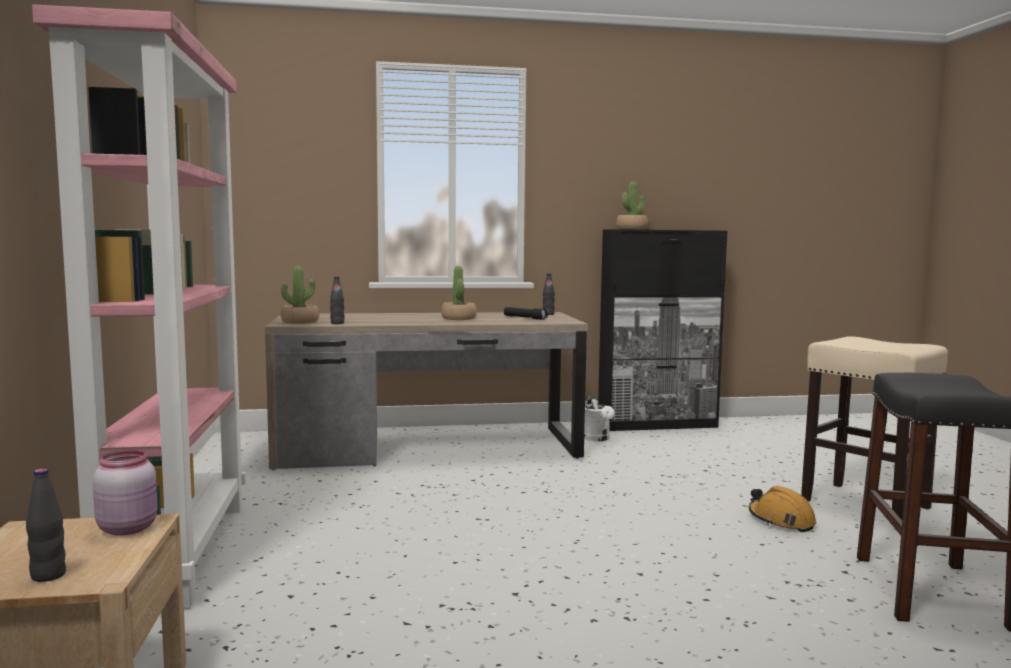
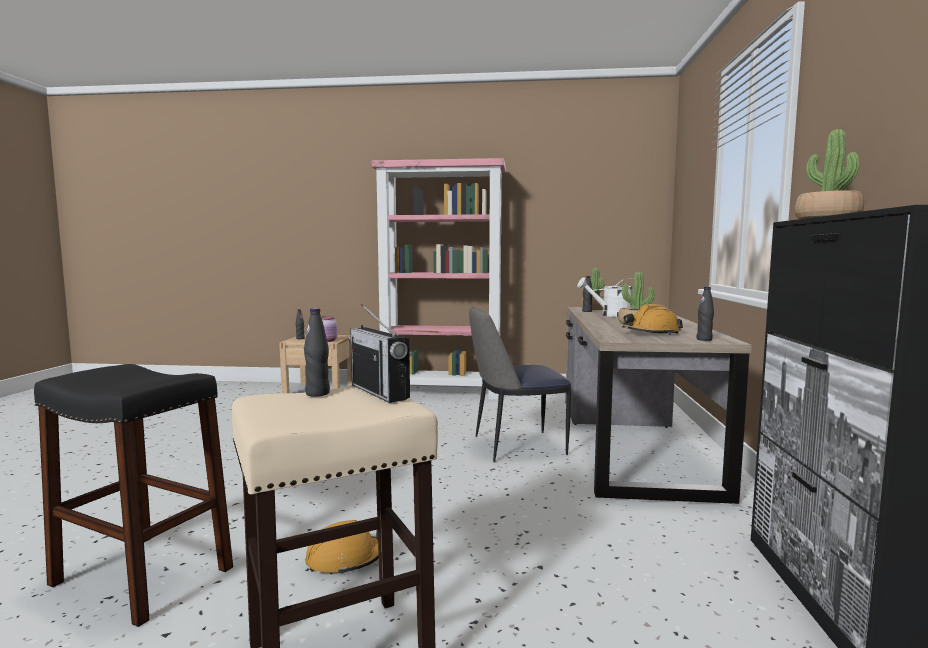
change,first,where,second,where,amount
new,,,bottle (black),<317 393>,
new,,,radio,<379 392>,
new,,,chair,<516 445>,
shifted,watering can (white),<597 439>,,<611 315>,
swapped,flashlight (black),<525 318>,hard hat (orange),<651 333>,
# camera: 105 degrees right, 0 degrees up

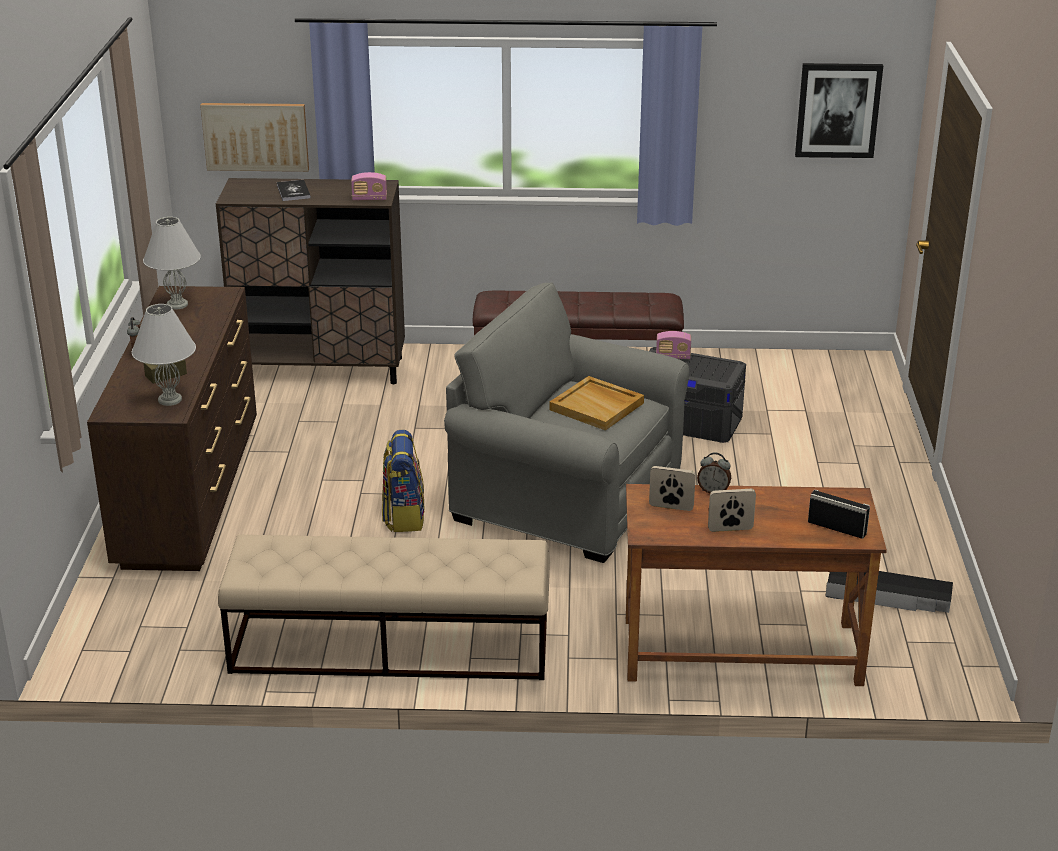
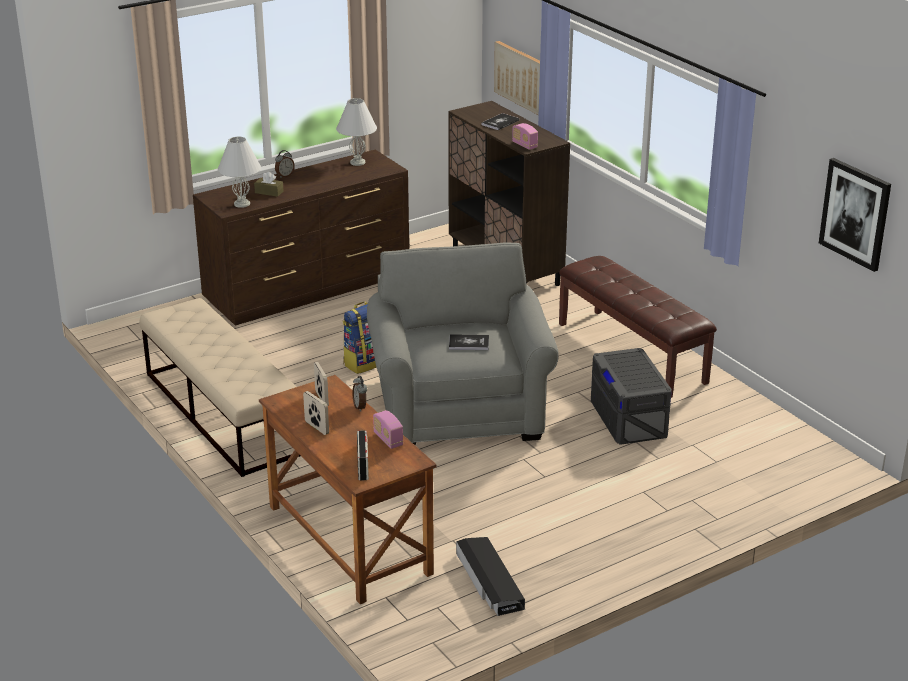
change,first,where,second,where,amount
shifted,radio,<673 357>,,<388 439>,
swapped,tray (beige),<597 406>,book,<469 343>,
# camera: 55 degrees right, 0 degrees up

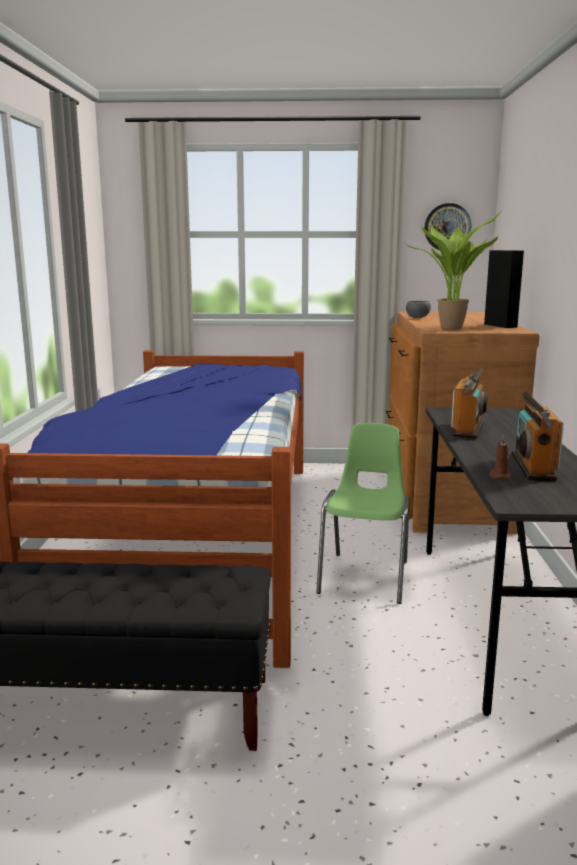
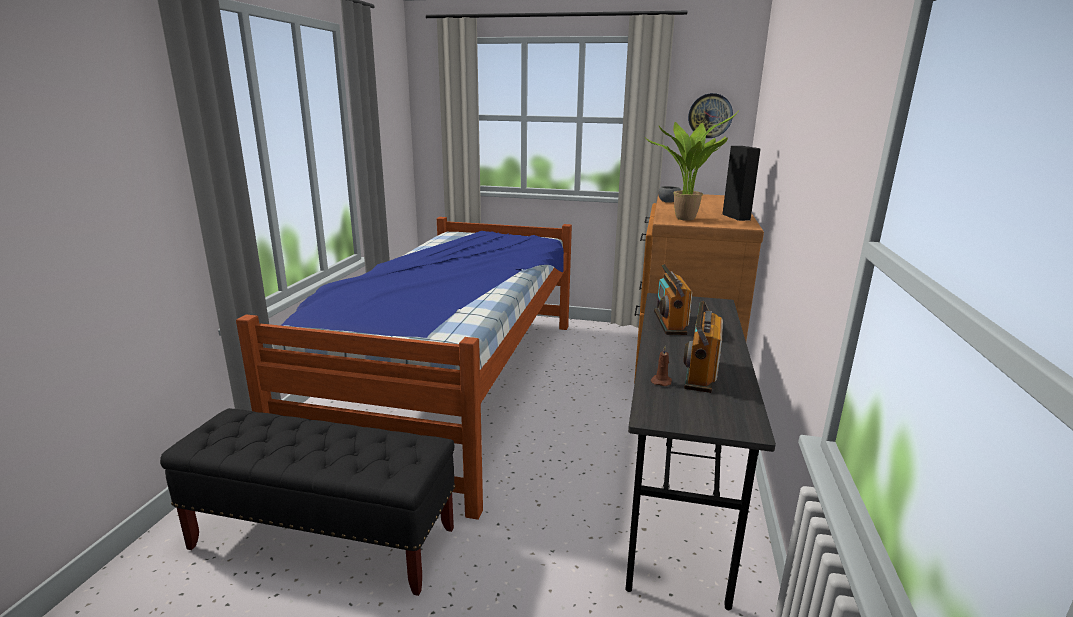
change,first,where,second,where,amount
gone,chair (green),<365 577>,,,
rotated,radio,<468 429>,,<669 322>,150 degrees clockwise
# camera: 10 degrees right, 5 degrees up

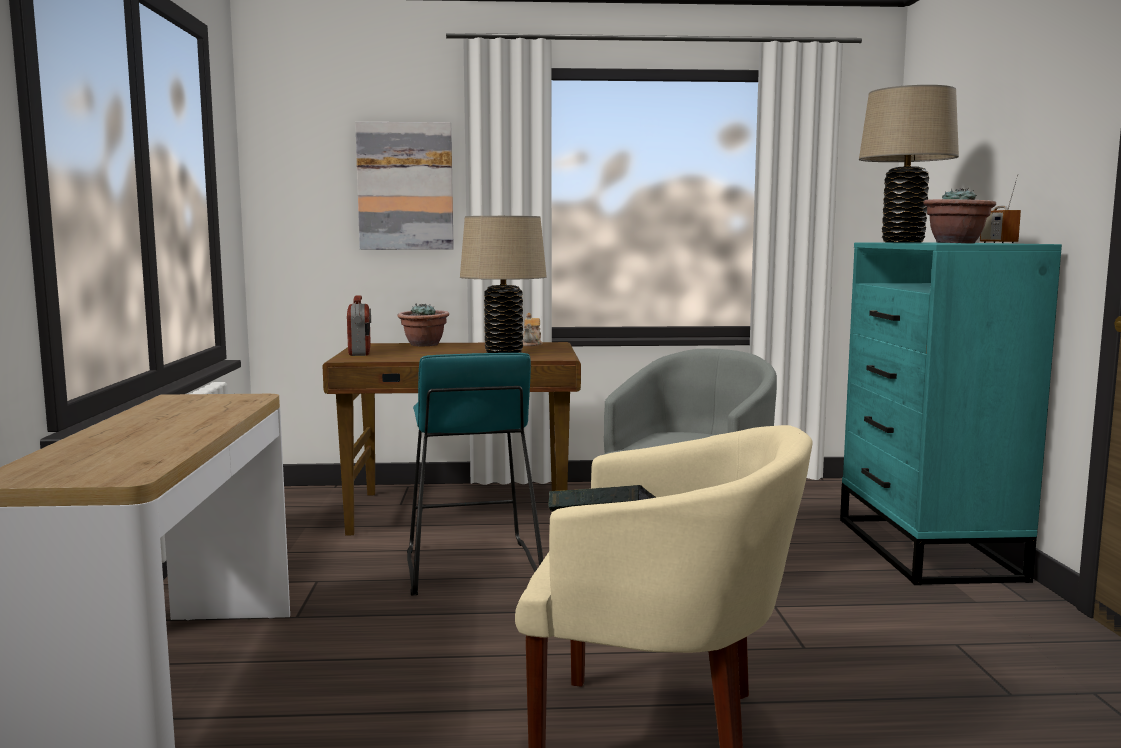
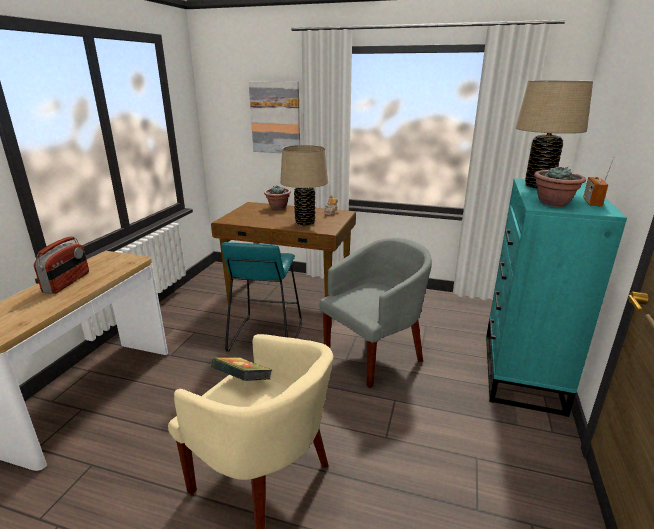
change,first,where,second,where,amount
shifted,radio,<360 352>,,<67 282>,
# camera: 20 degrees right, 15 degrees up

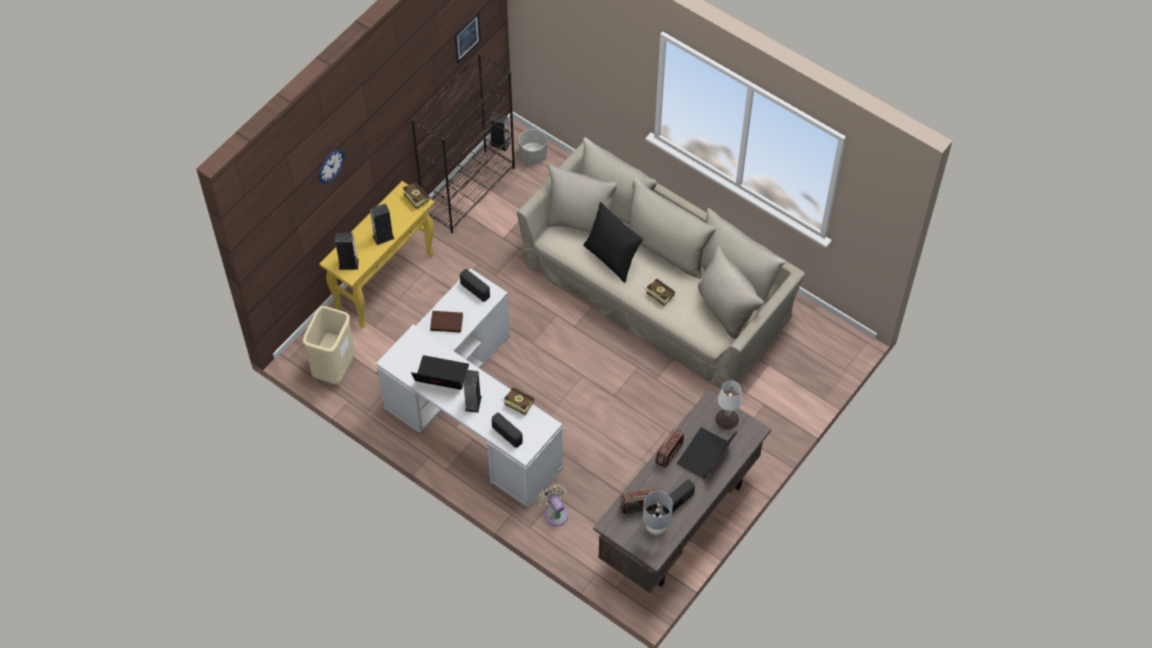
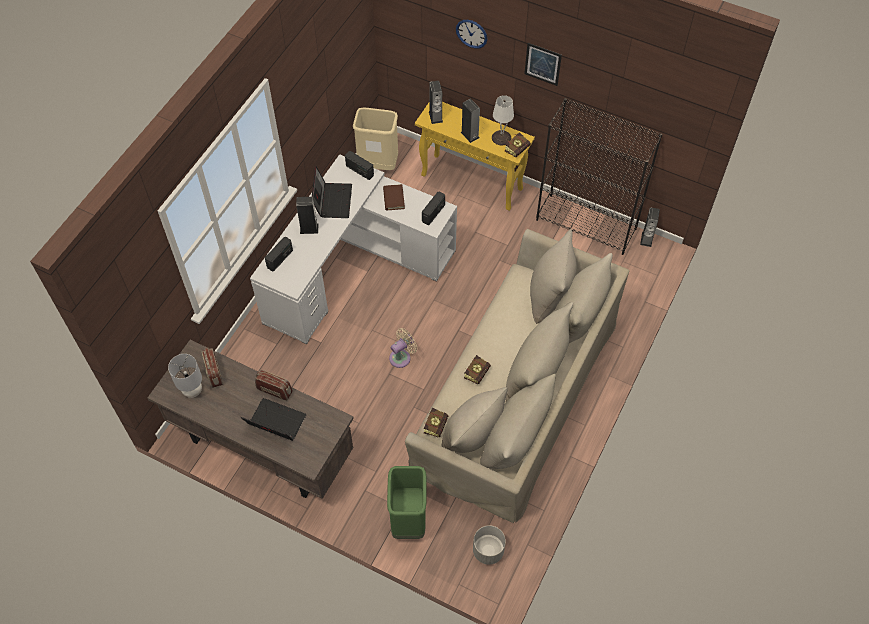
change,first,where,second,where,amount
gone,pillow (black),<612 258>,,,
new,,,trash can (green),<408 521>,
shifted,picture,<467 38>,,<542 64>,
shifted,book,<516 403>,,<436 424>,
shifted,planter (grey),<533 156>,,<488 551>,
shifted,fan (beige),<555 513>,,<402 357>,
shifted,radio,<678 501>,,<359 170>,
shifted,table lamp (white),<727 419>,,<501 138>,
# camera: 80 degrees right, 0 degrees up

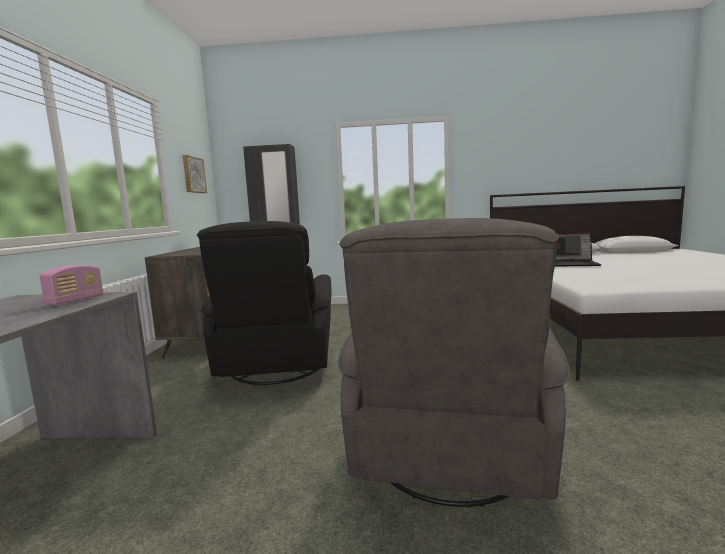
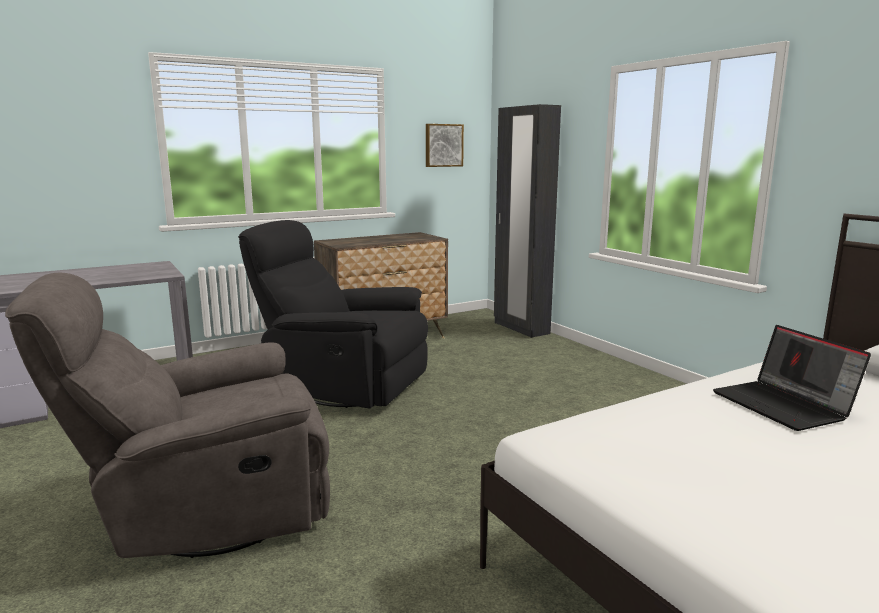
change,first,where,second,where,amount
gone,radio,<75 301>,,,
rotated,armchair (black),<276 369>,,<342 385>,60 degrees clockwise
# camera: 55 degrees right, 5 degrees up

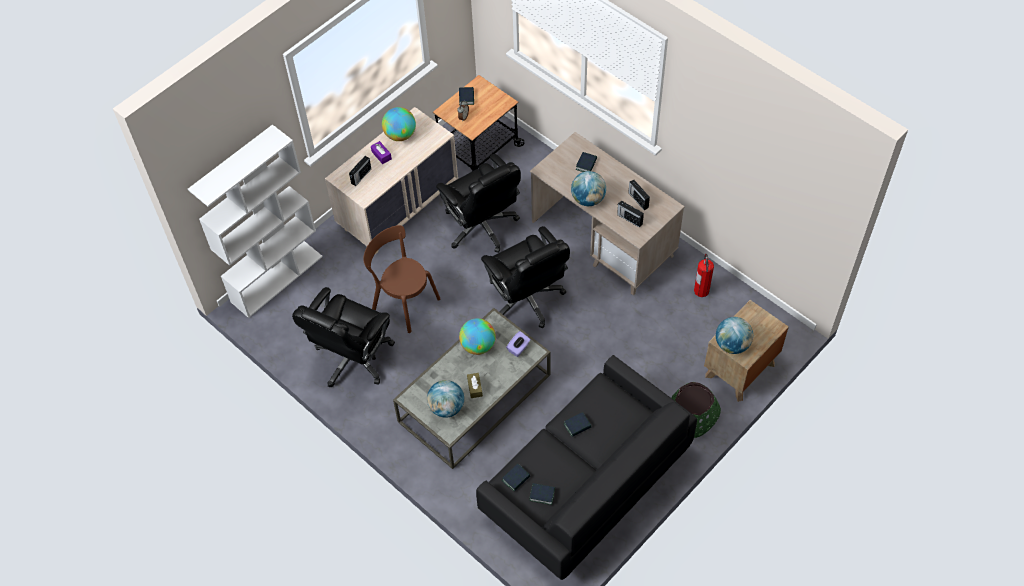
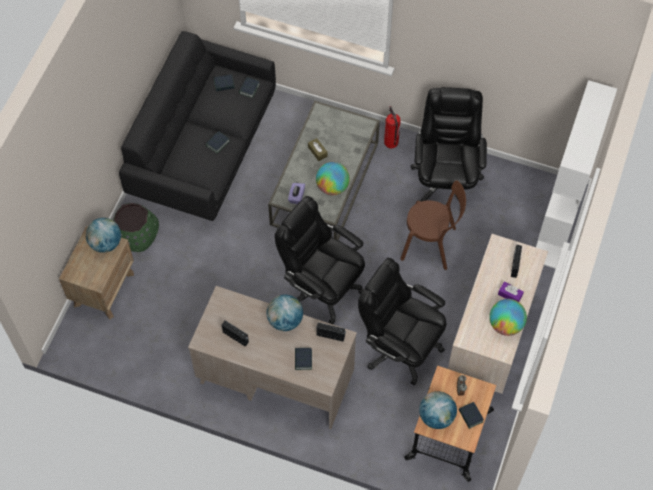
change,first,where,second,where,amount
shifted,globe,<446 407>,,<436 416>,
shifted,radio,<629 219>,,<331 336>,
shifted,fire extinguisher,<701 290>,,<391 142>,
# camera: 155 degrees right, 5 degrees up

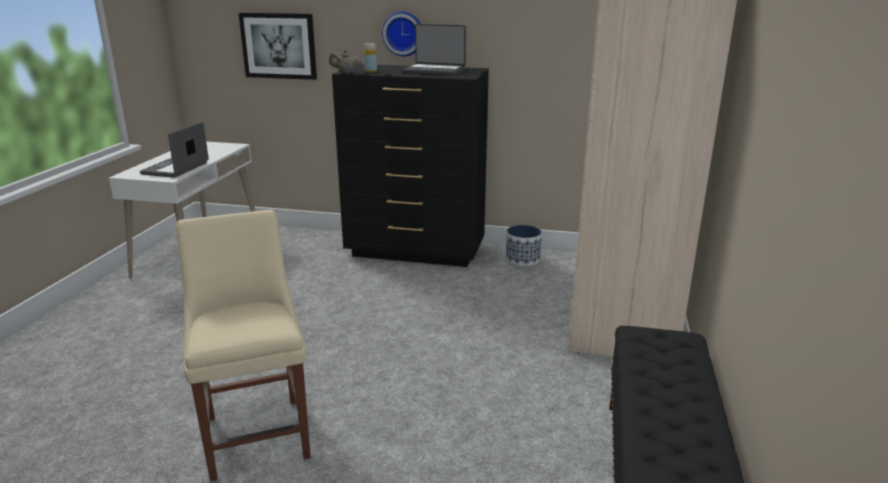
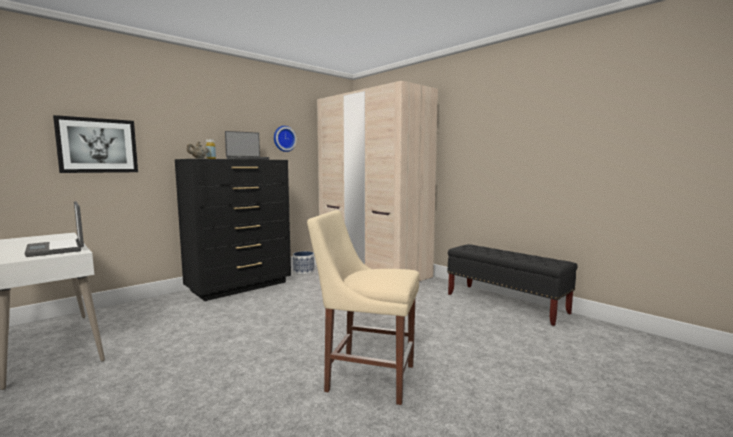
change,first,where,second,where,amount
shifted,wall clock,<403 33>,,<284 138>,
# camera: 55 degrees left, 15 degrees down

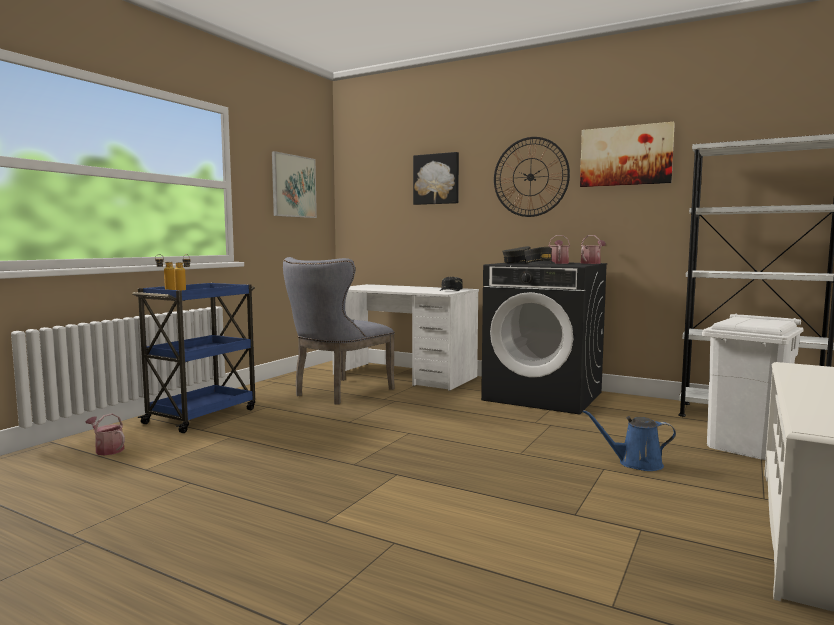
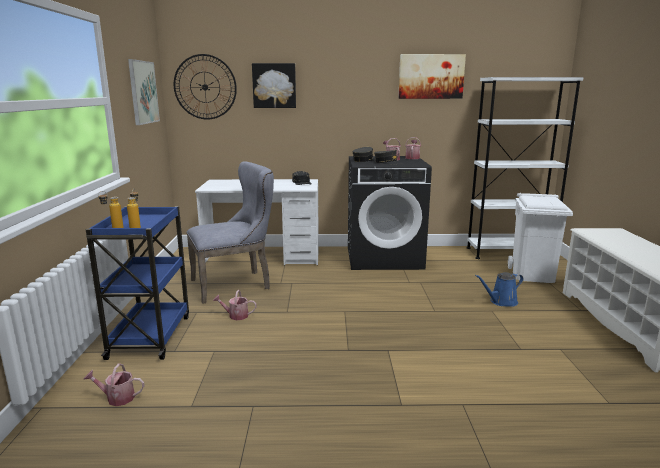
change,first,where,second,where,amount
new,,,watering can,<235 316>,
shifted,wall clock,<530 177>,,<205 87>,
rotated,chair (grey),<338 393>,,<236 284>,120 degrees counterclockwise
# camera: 30 degrees left, 10 degrees up

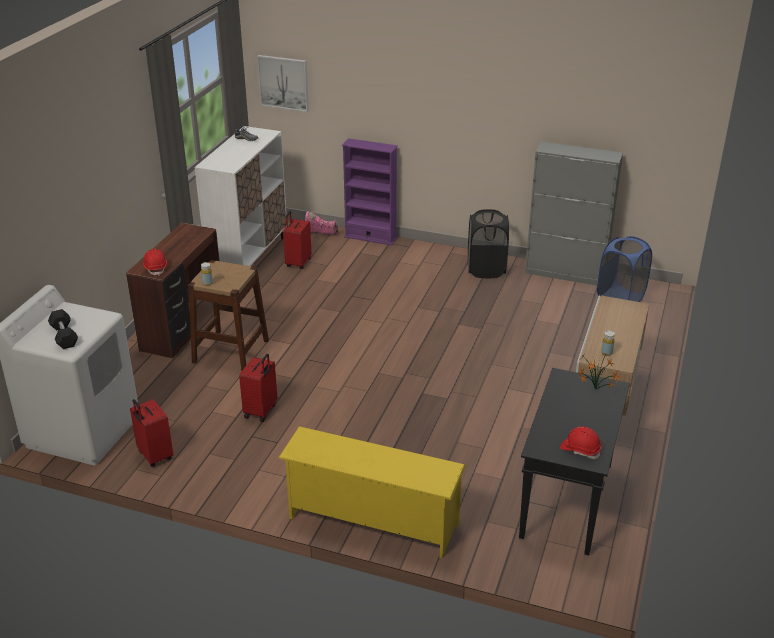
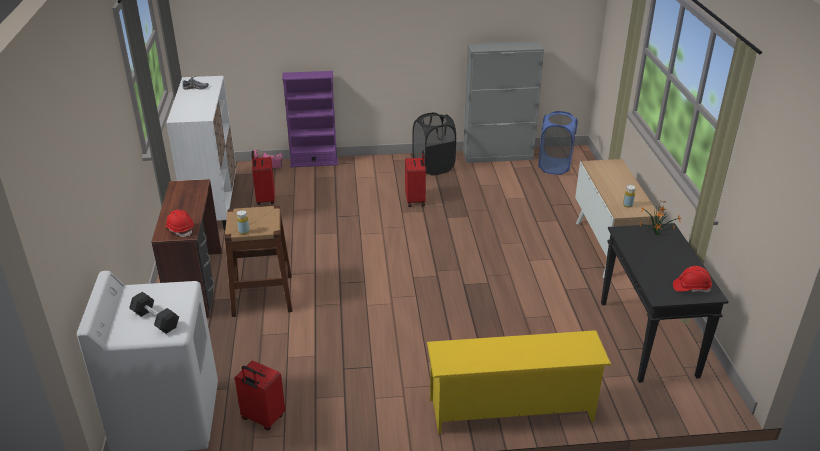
change,first,where,second,where,amount
gone,picture,<283 82>,,,
shifted,suitcase (red),<261 411>,,<416 200>,
# camera: 25 degrees left, 0 degrees up

